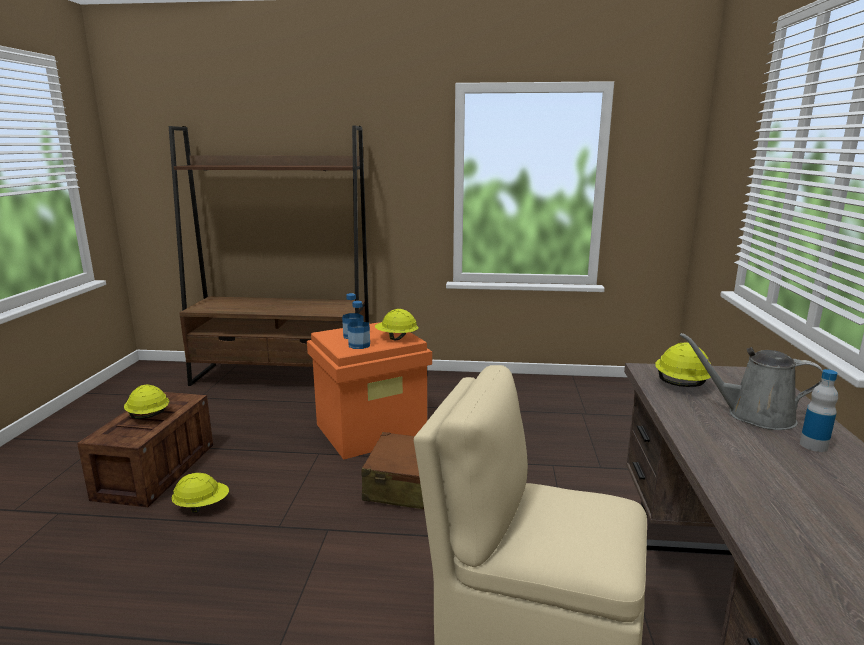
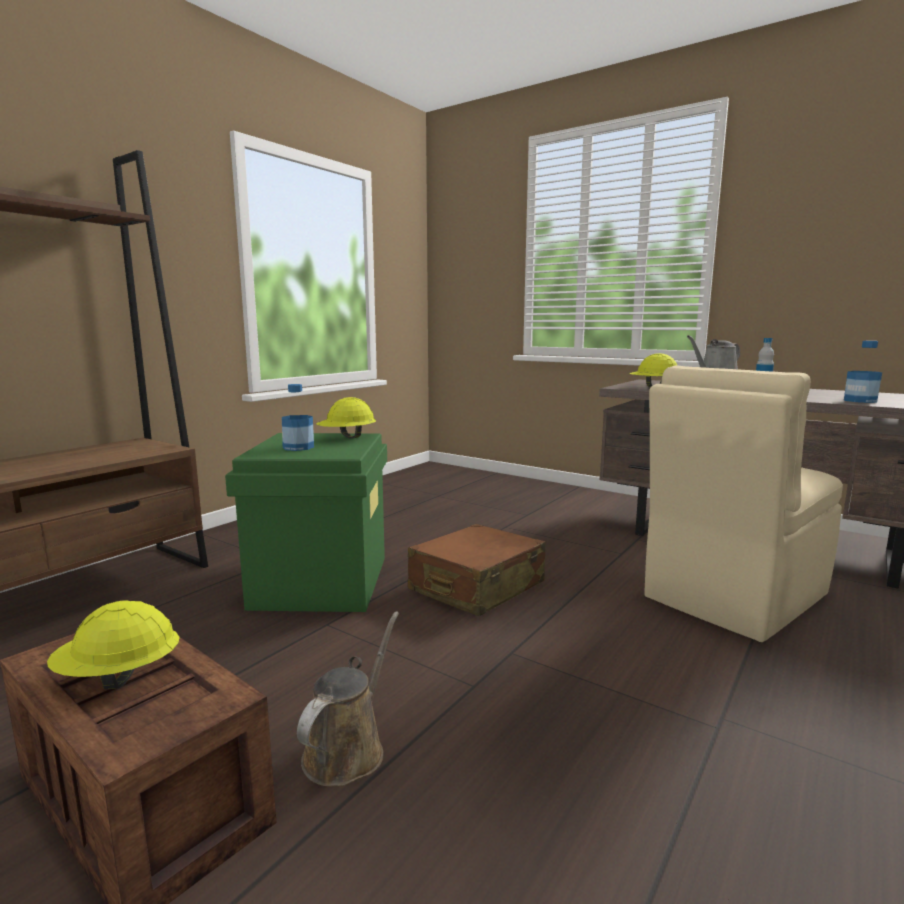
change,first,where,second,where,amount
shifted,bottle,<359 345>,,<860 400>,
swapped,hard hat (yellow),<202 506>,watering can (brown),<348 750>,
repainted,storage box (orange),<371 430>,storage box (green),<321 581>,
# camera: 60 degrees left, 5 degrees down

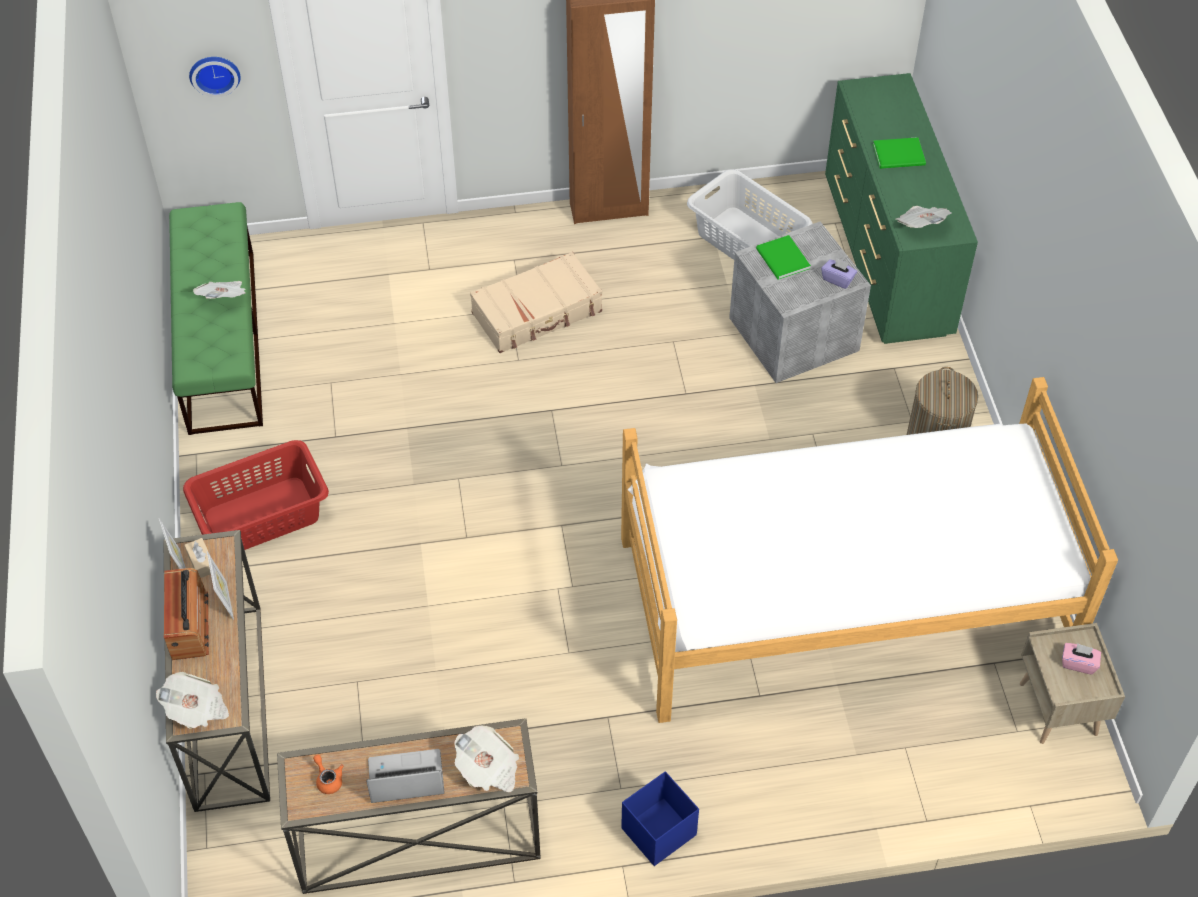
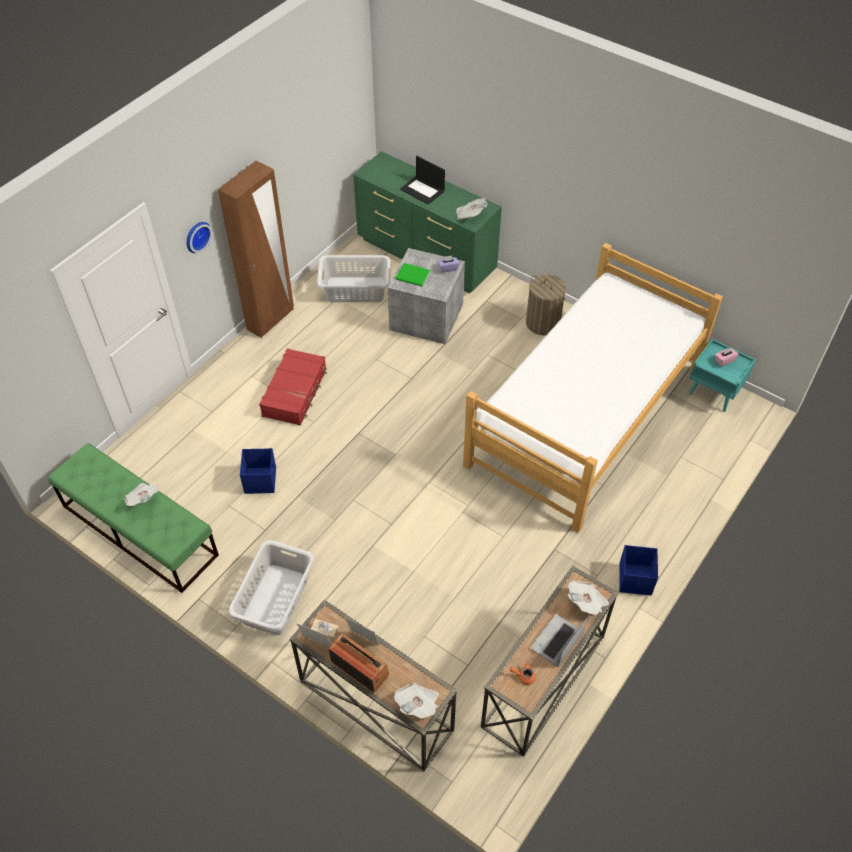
change,first,where,second,where,amount
new,,,storage box (blue),<260 480>,
shifted,wall clock,<214 73>,,<196 236>,
swapped,book (green),<900 155>,laptop,<423 190>,
repainted,laundry basket (red),<261 515>,laundry basket (grey),<275 599>,
repainted,suitcase (beige),<537 313>,suitcase (red),<295 392>,
repainted,nightstand (beige),<1059 709>,nightstand (turquoise),<714 393>,
# camera: 45 degrees left, 0 degrees up

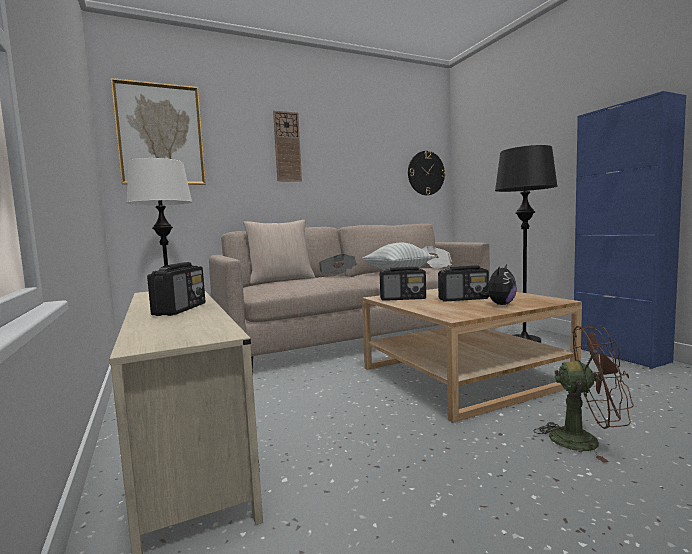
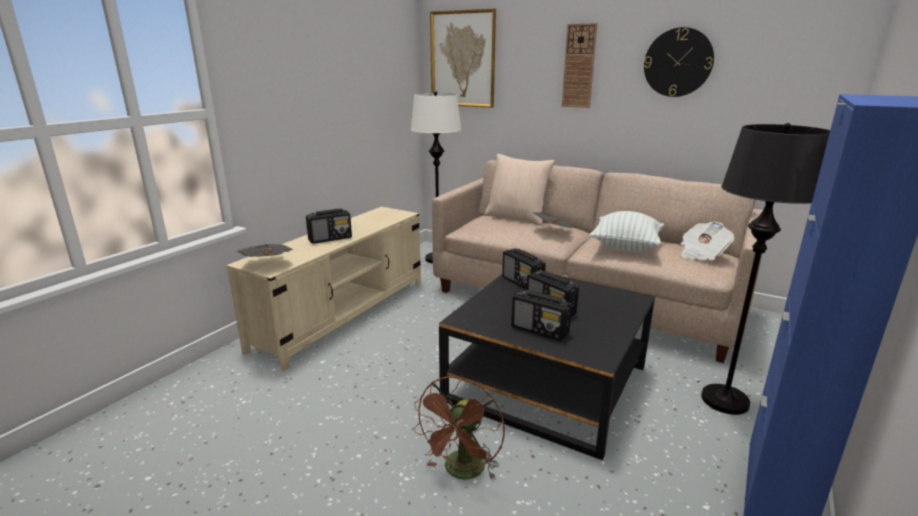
change,first,where,second,where,amount
new,,,newspaper,<268 264>,
shifted,wall clock,<426 173>,,<678 62>,
swapped,plush toy,<500 304>,radio,<540 330>,
repainted,coffee table (beige),<463 376>,coffee table (black),<547 382>,
rotated,fan (brown),<584 440>,,<462 472>,45 degrees clockwise
# camera: 55 degrees right, 15 degrees up

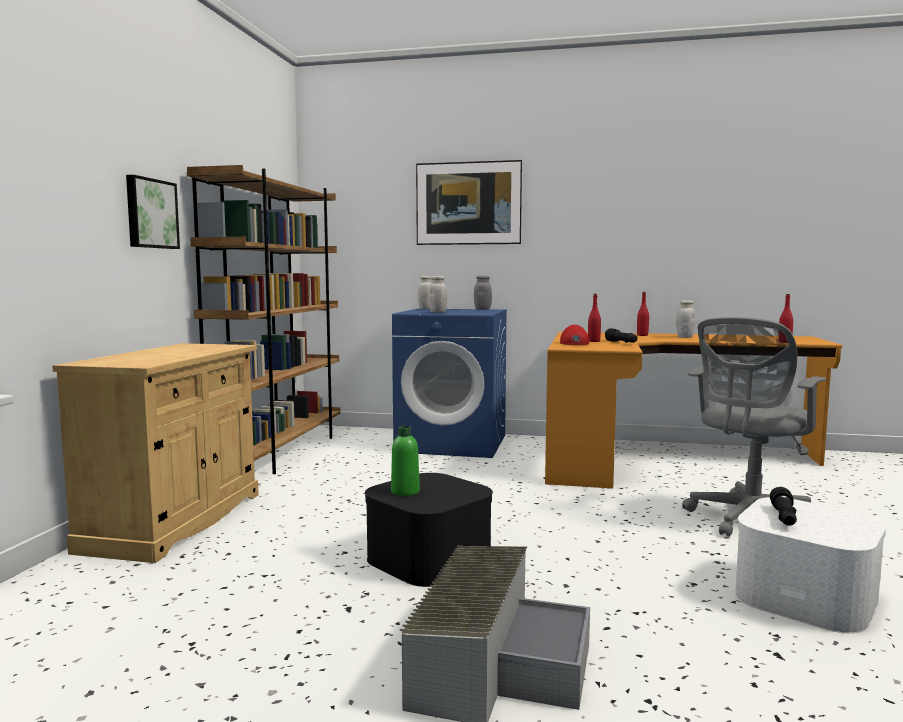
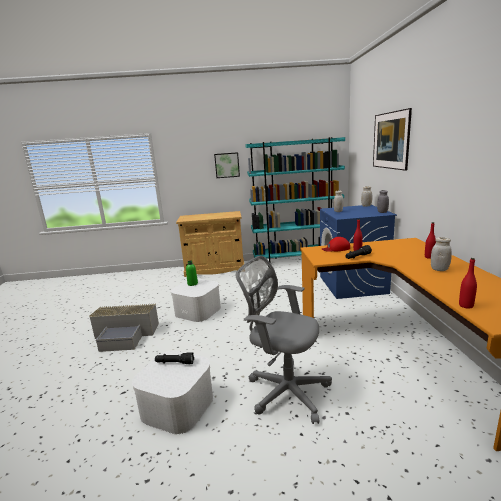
change,first,where,second,where,amount
repainted,bookcase (brown),<280 452>,bookcase (turquoise),<297 260>,
repainted,storage box (black),<429 558>,storage box (white),<198 310>,
# camera: 75 degrees right, 10 degrees up

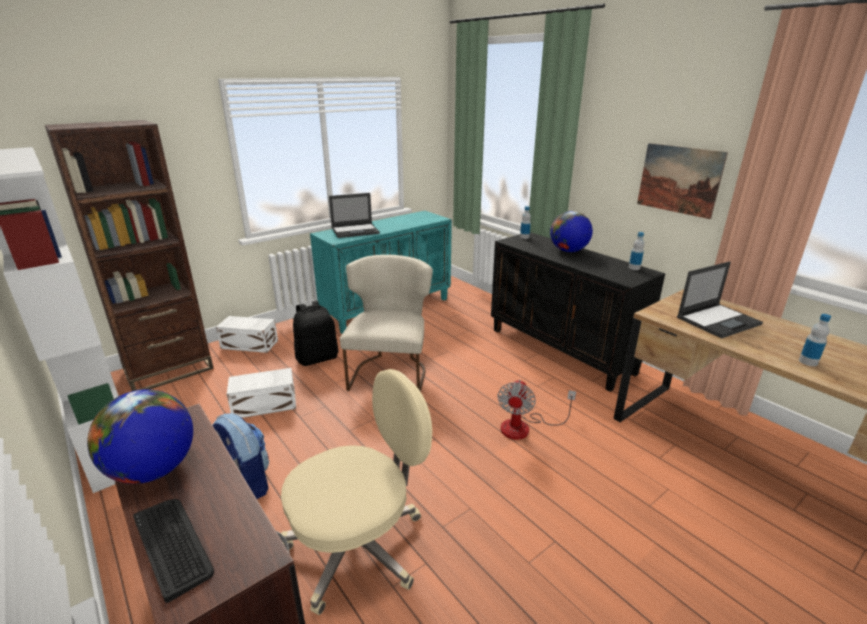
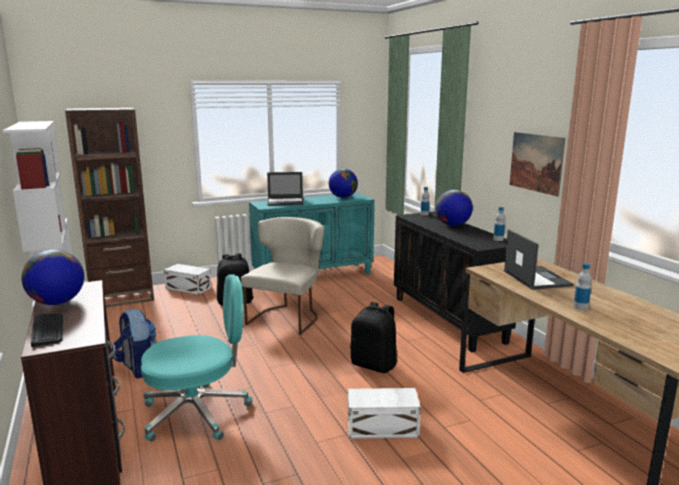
change,first,where,second,where,amount
new,,,globe,<343 197>,
shifted,storage box (white),<265 405>,,<383 428>,
swapped,fan,<524 427>,backpack (black),<374 365>,
repainted,office chair (beige),<359 546>,office chair (turquoise),<198 413>,
rotated,laptop,<719 320>,,<536 278>,90 degrees counterclockwise
# camera: 15 degrees right, 10 degrees down

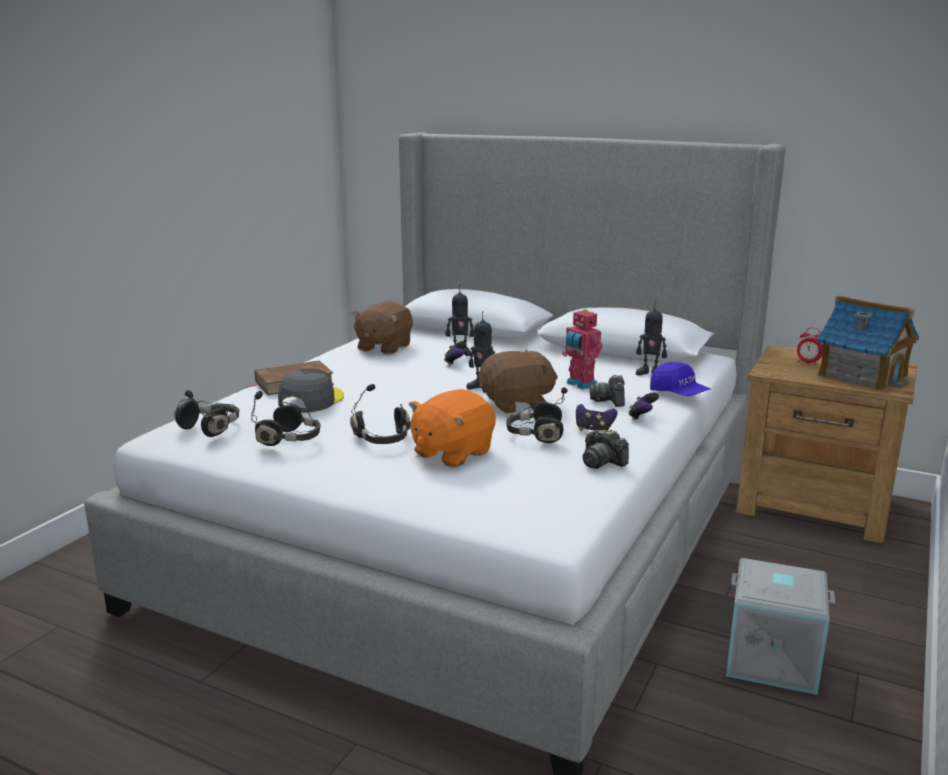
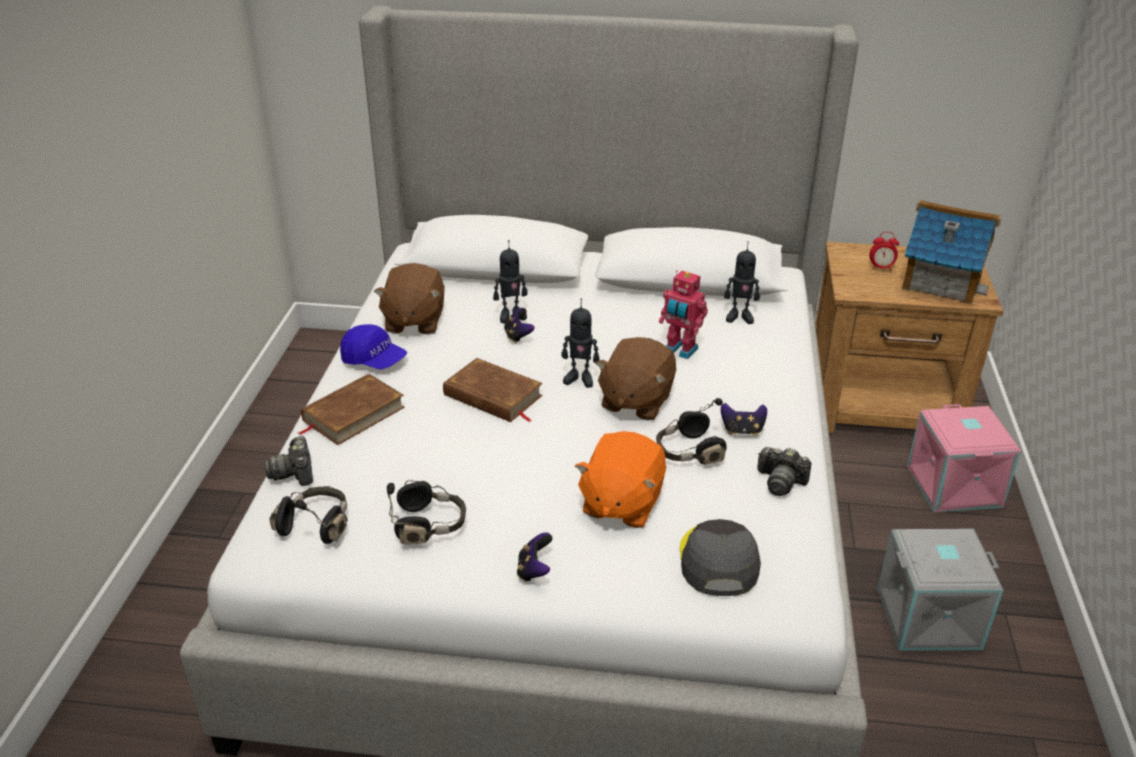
change,first,where,second,where,amount
gone,headphones (black),<383 439>,,,
new,,,book (brown),<493 396>,
new,,,storage box (pink),<955 486>,
shifted,cap (grey),<311 400>,,<717 561>,
shifted,photo camera,<609 400>,,<294 472>,
shifted,game controller,<642 417>,,<534 570>,
shifted,cap (blue),<679 394>,,<374 360>,
rotated,plush toy (brown),<517 404>,,<635 401>,150 degrees clockwise
# camera: 20 degrees left, 15 degrees up

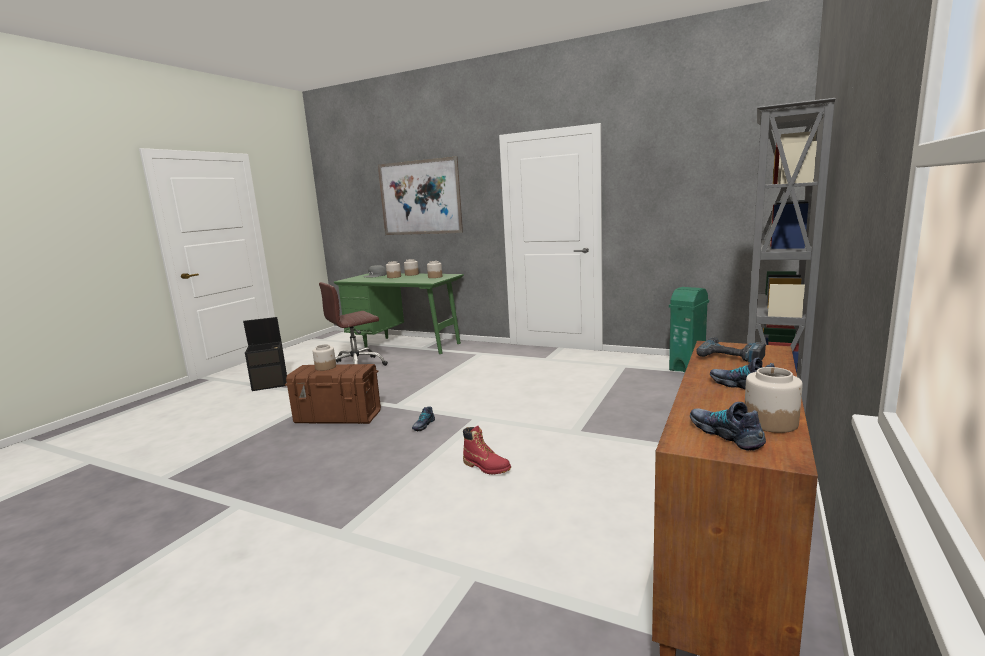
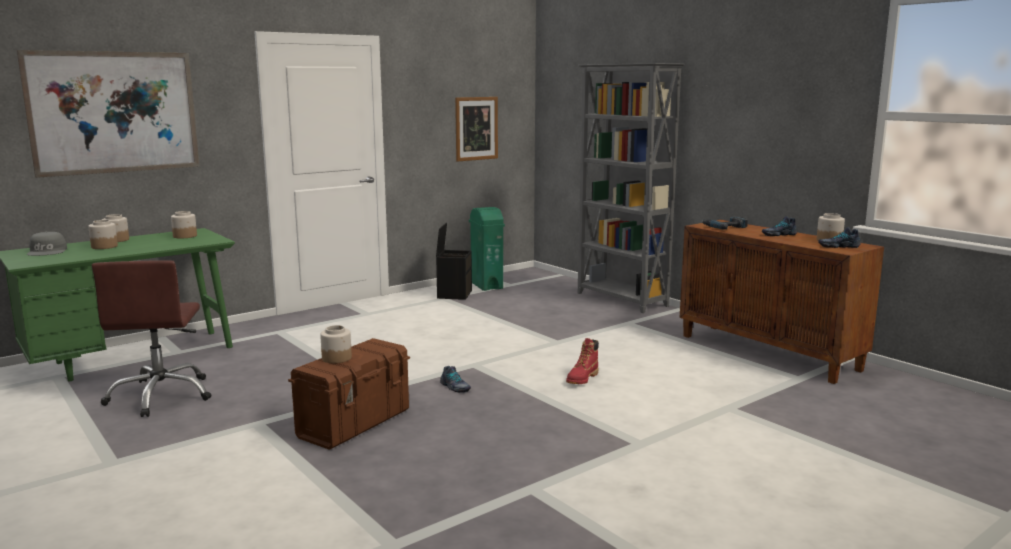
change,first,where,second,where,amount
new,,,picture,<476 128>,
shifted,storage box (black),<271 384>,,<454 294>,
rotated,boot (red),<486 467>,,<582 379>,150 degrees clockwise
# camera: 65 degrees left, 0 degrees up

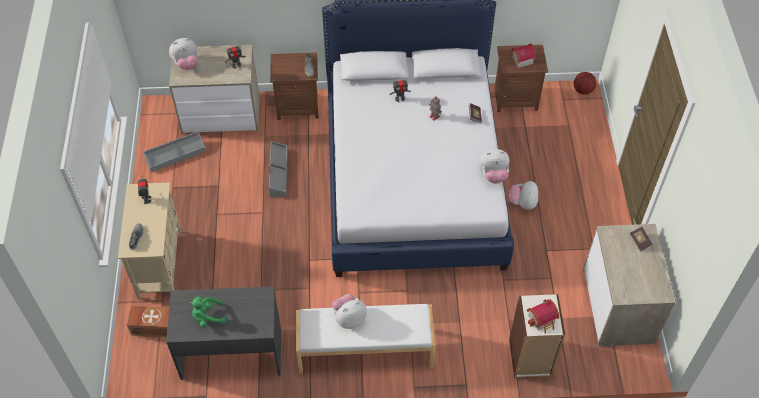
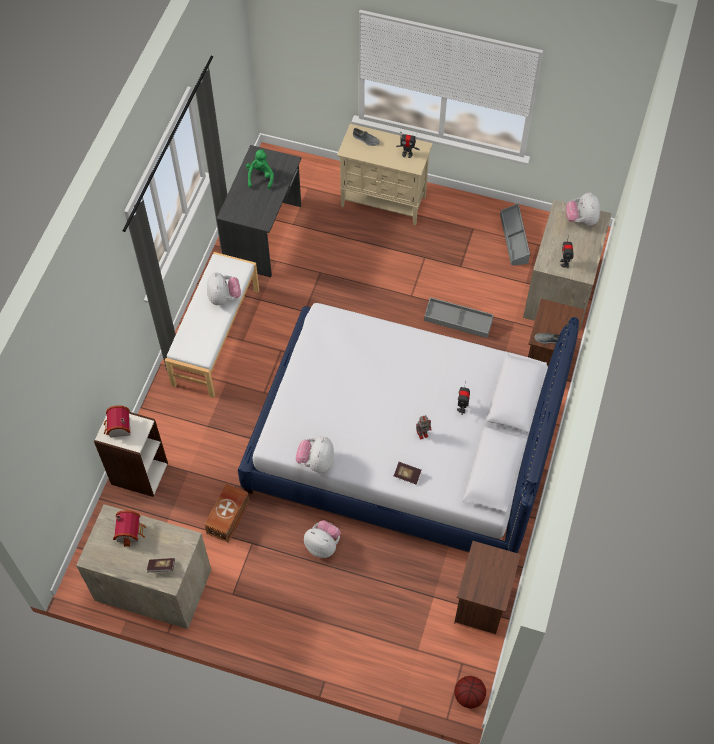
change,first,where,second,where,amount
shifted,storage box (brown),<154 326>,,<229 517>,
shifted,toy house,<521 59>,,<130 531>,
# camera: 110 degrees right, 5 degrees up

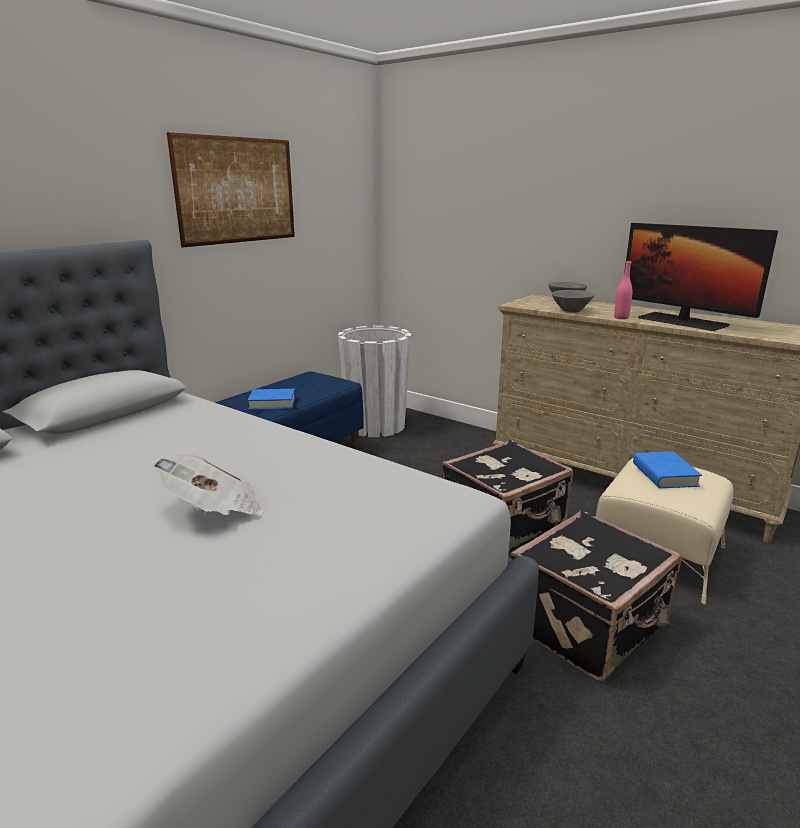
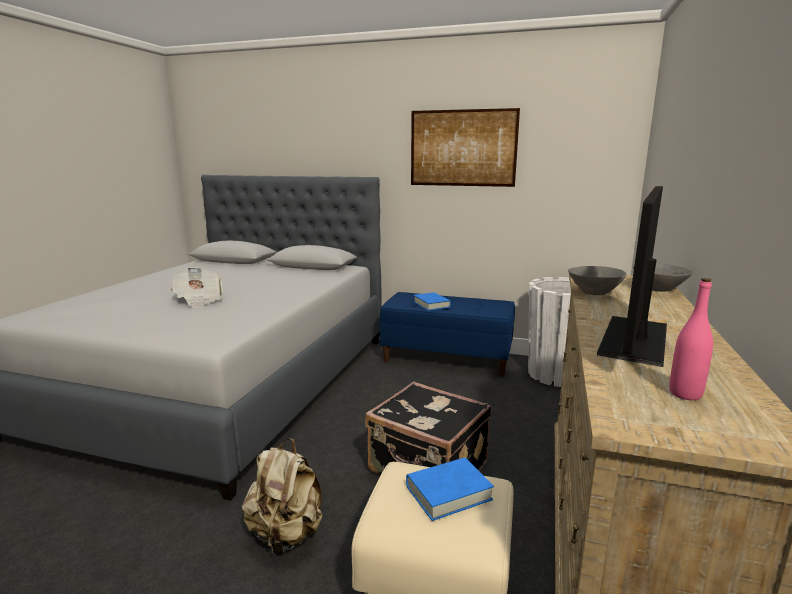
change,first,where,second,where,amount
shifted,bottle (pink),<621 317>,,<685 394>,
swapped,suitcase (black),<589 626>,backpack (beige),<286 535>,
# camera: 70 degrees right, 5 degrees down

